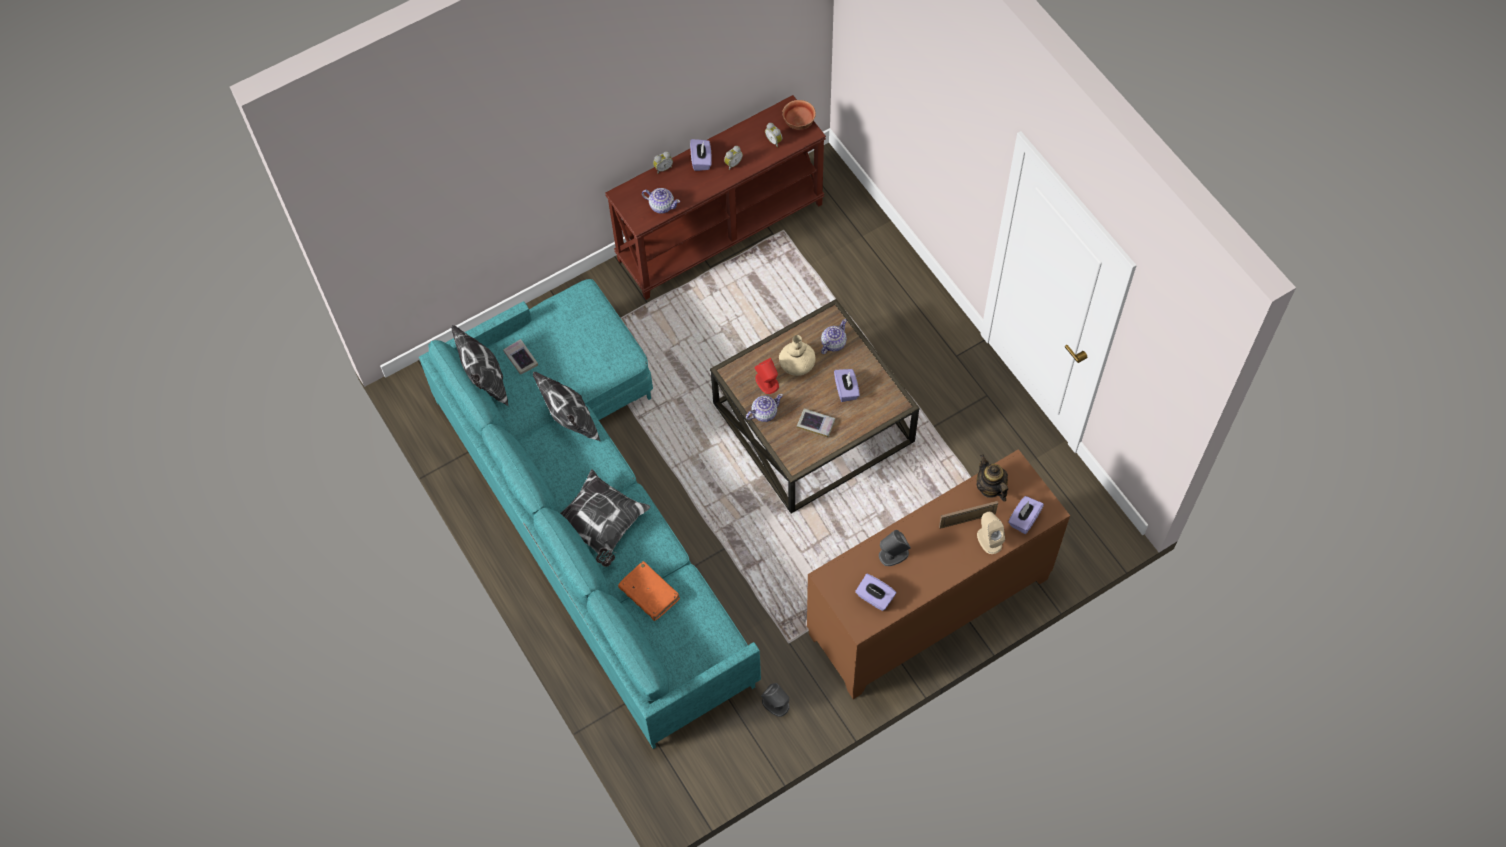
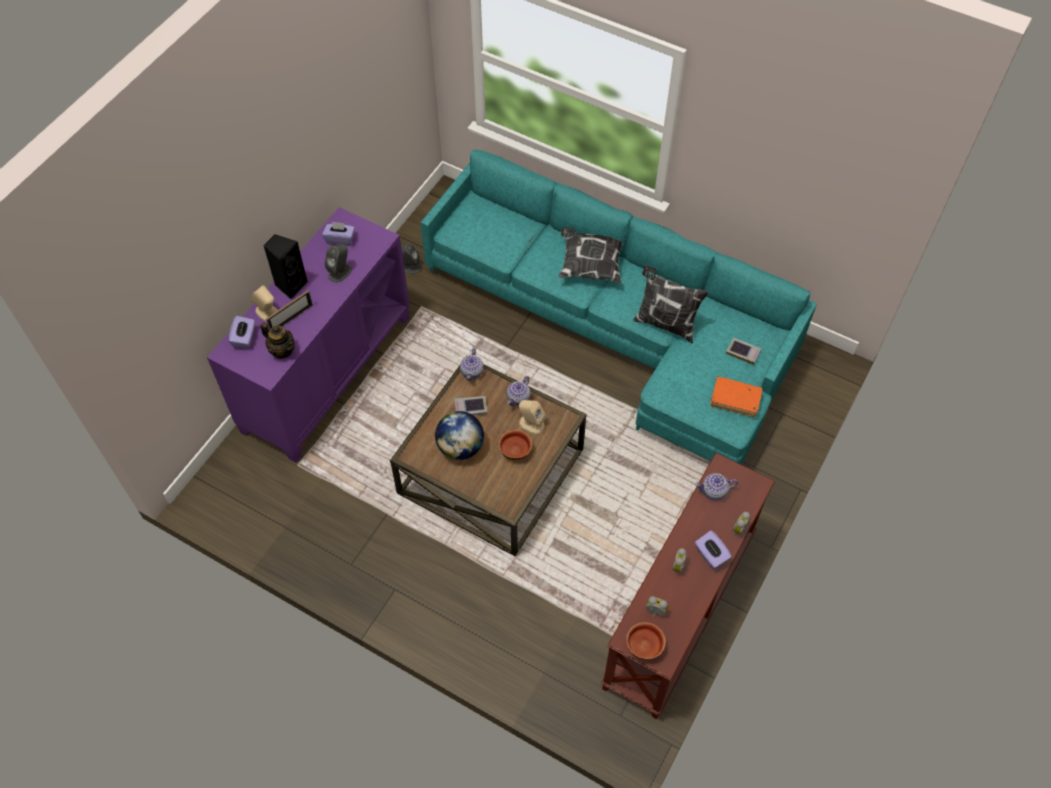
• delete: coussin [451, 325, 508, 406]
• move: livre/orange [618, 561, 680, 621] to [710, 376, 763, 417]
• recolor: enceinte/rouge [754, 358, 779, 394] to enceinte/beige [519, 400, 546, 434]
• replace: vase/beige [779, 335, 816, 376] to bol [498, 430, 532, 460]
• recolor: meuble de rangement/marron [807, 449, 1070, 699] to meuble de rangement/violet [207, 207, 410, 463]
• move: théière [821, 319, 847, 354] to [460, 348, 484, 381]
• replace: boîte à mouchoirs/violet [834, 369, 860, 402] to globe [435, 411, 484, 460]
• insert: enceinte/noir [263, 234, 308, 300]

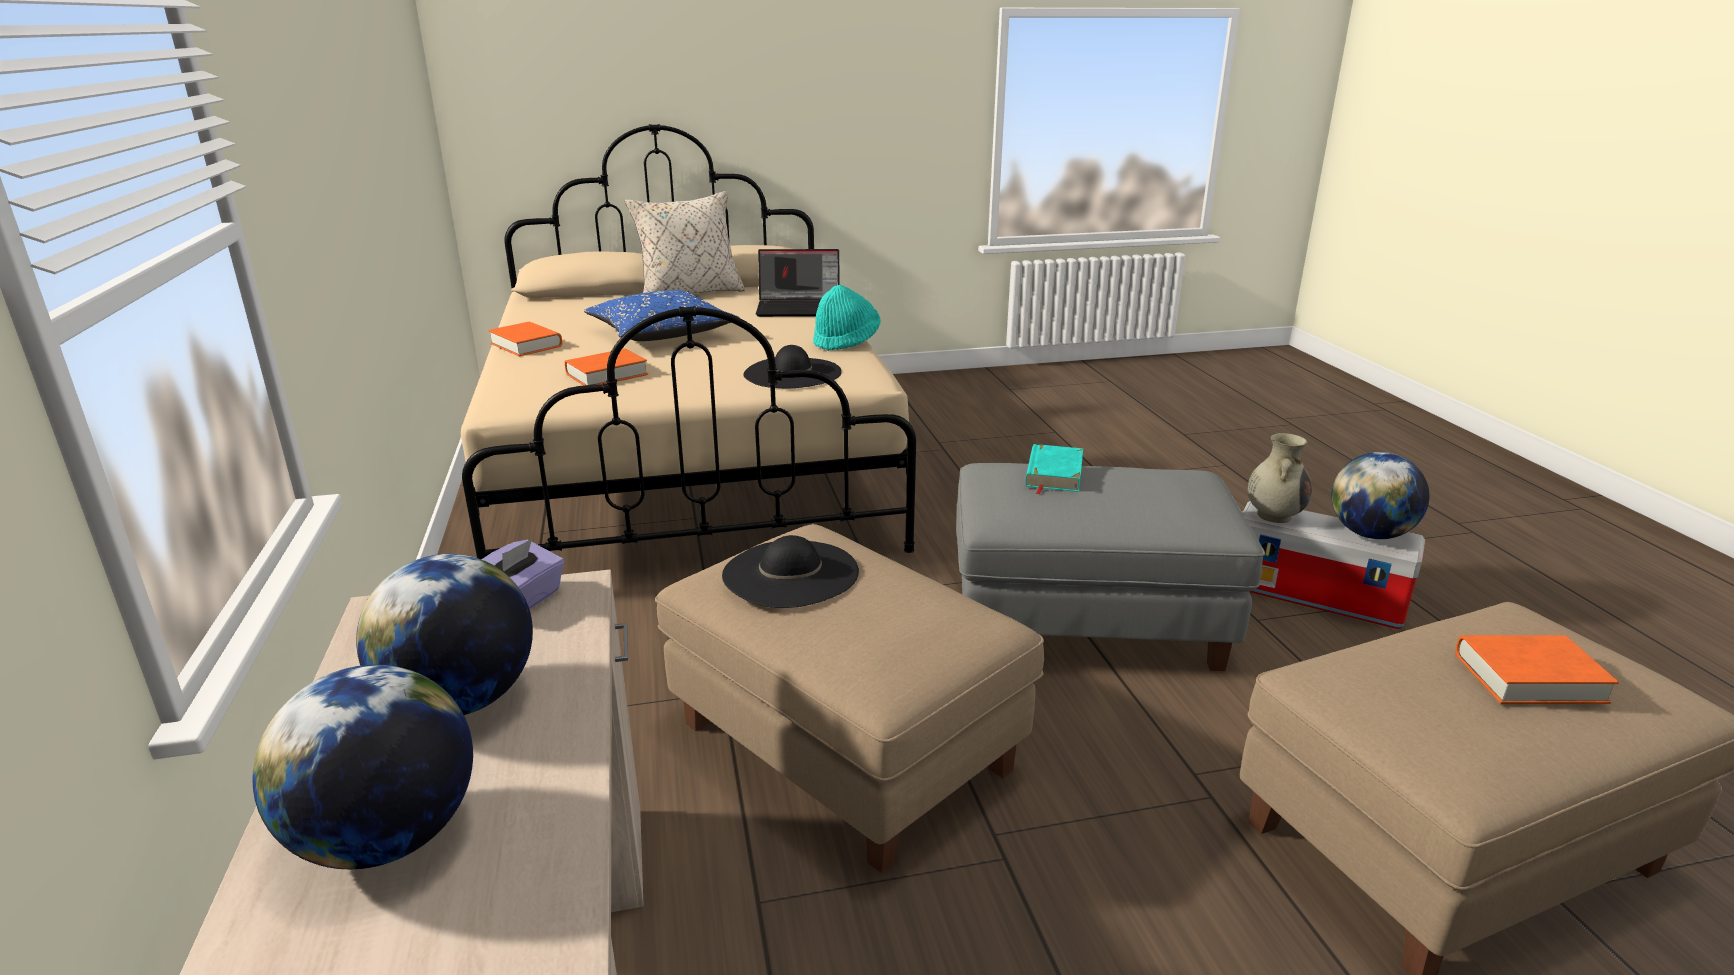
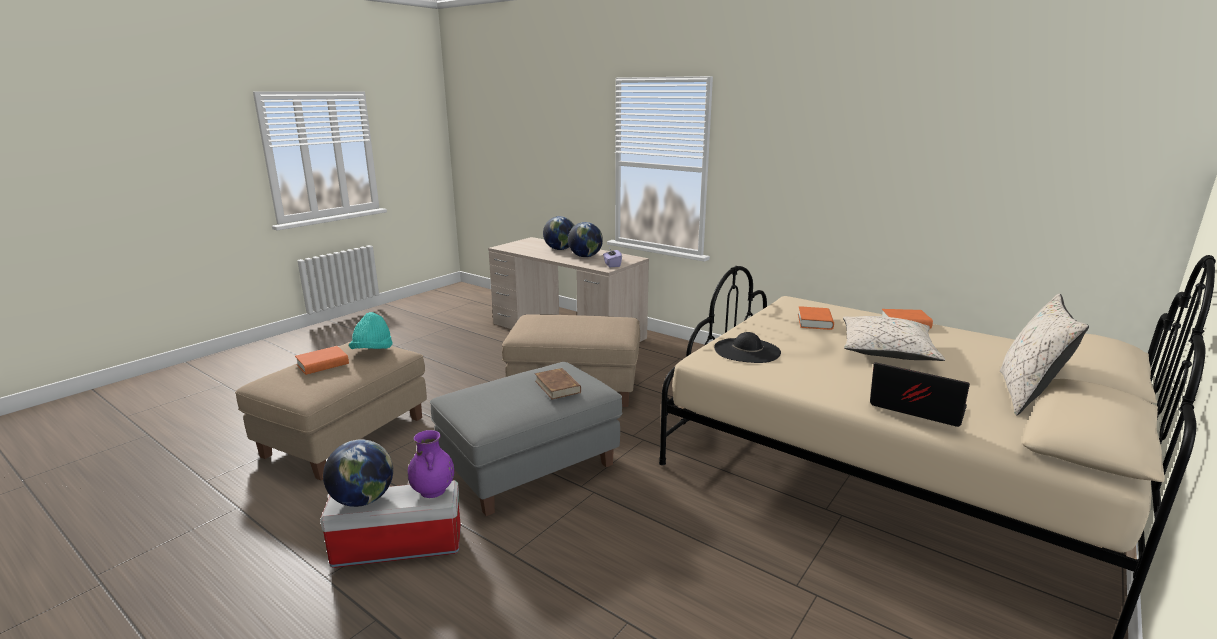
• recolor: coussin/bleu [584, 290, 740, 341] to coussin/beige [843, 316, 945, 361]
• delete: chapeau/noir [722, 535, 859, 608]
• rotate: ordinateur portable [756, 249, 840, 317] = [870, 362, 970, 427] 75 degrees clockwise
• move: chapeau/turquoise [813, 285, 881, 351] to [349, 312, 393, 349]
• recolor: livre/turquoise [1025, 444, 1083, 494] to livre/marron [535, 368, 581, 400]
• recolor: vase/beige [1248, 433, 1312, 523] to vase/violet [407, 430, 454, 498]

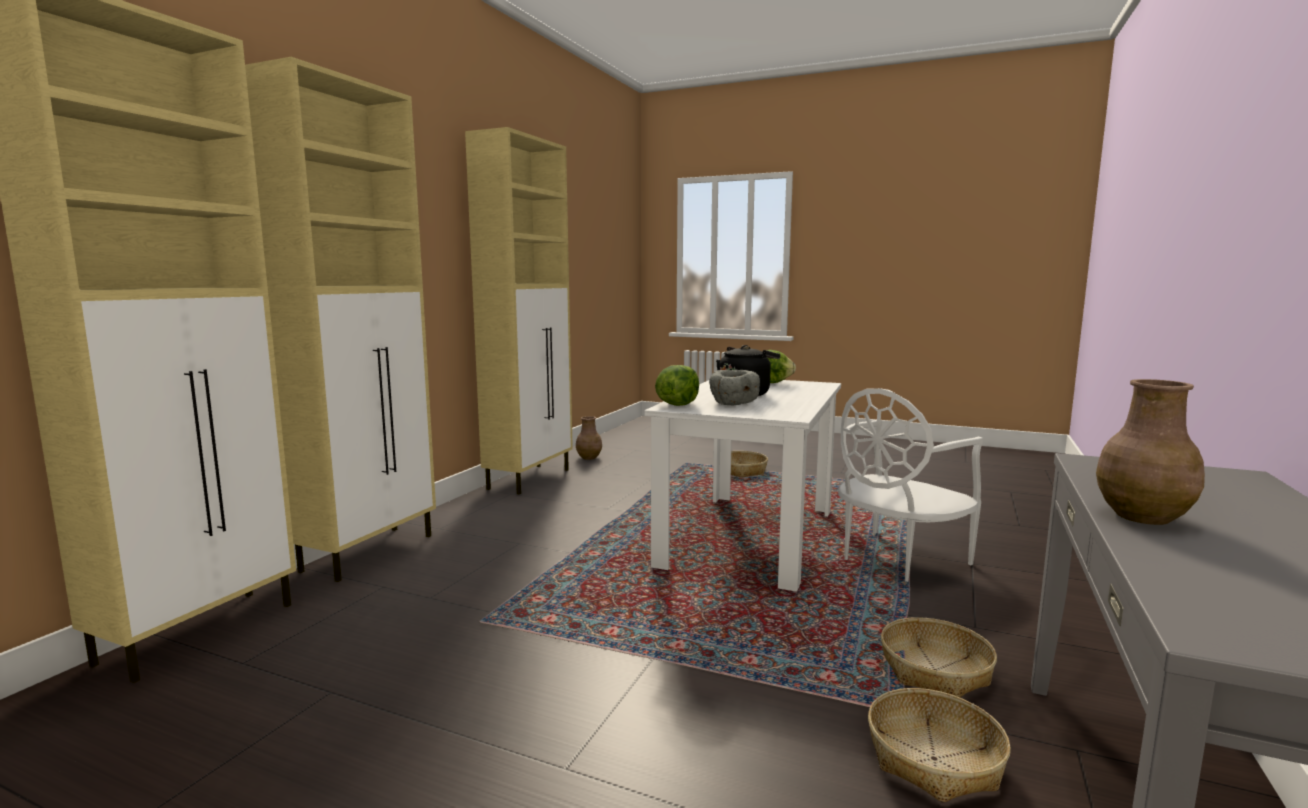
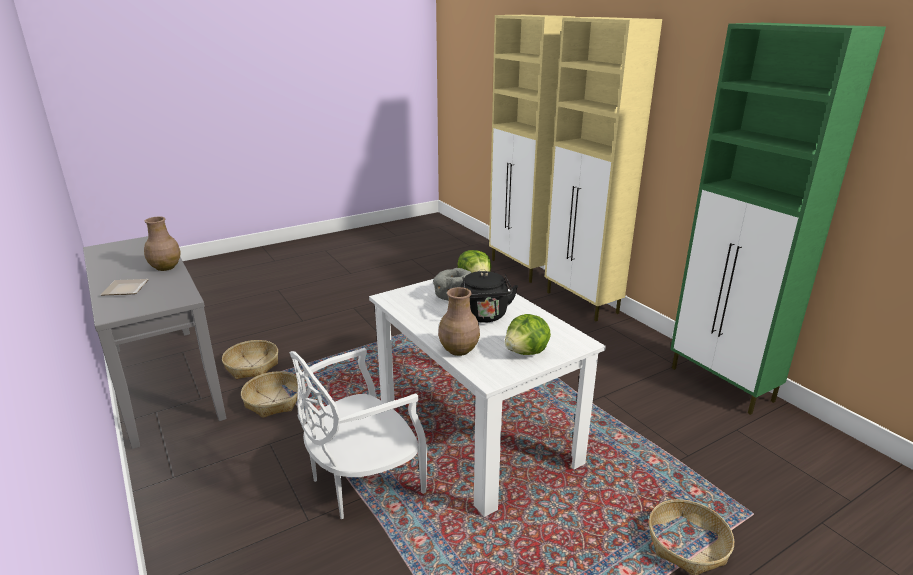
• recolor: meuble de rangement/beige [465, 127, 573, 495] to meuble de rangement/vert [670, 23, 886, 415]
• move: vase/marron [576, 416, 602, 460] to [438, 287, 480, 356]
• rotate: chaise/blanc [838, 388, 983, 582] = [289, 348, 427, 519] 120 degrees counterclockwise
• insert: assiette [100, 279, 149, 295]

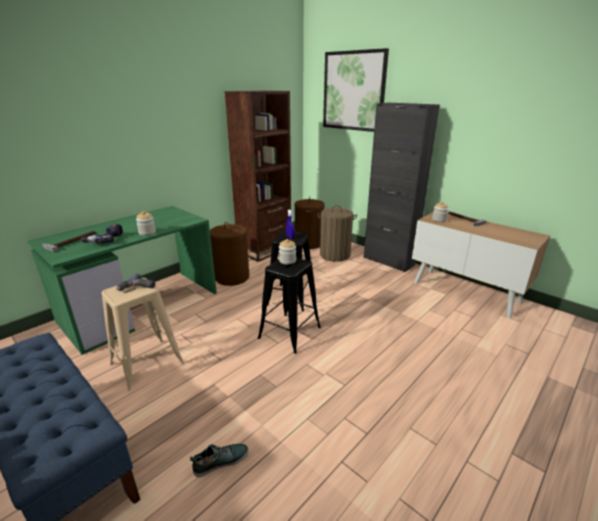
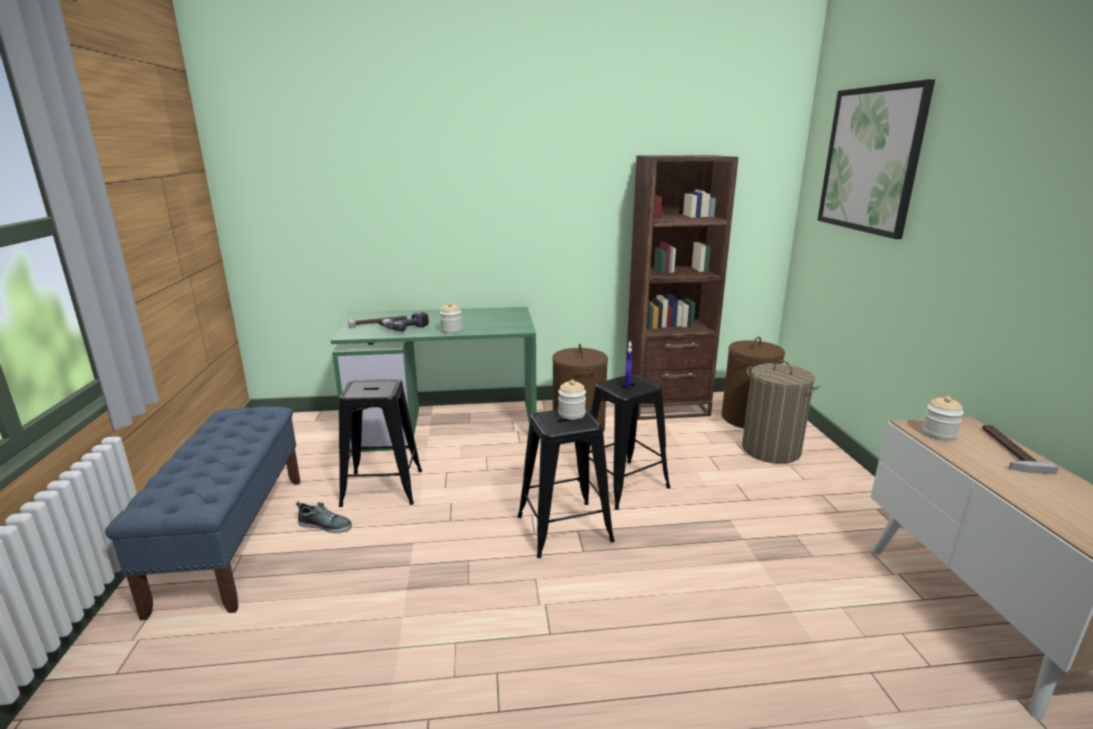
• recolor: tabouret/beige [102, 278, 184, 391] to tabouret/noir [339, 379, 422, 507]
• delete: perceuse [116, 273, 155, 291]
• move: chaussure [190, 444, 248, 477] to [296, 501, 352, 533]
• delete: meuble de rangement/noir [364, 103, 440, 272]

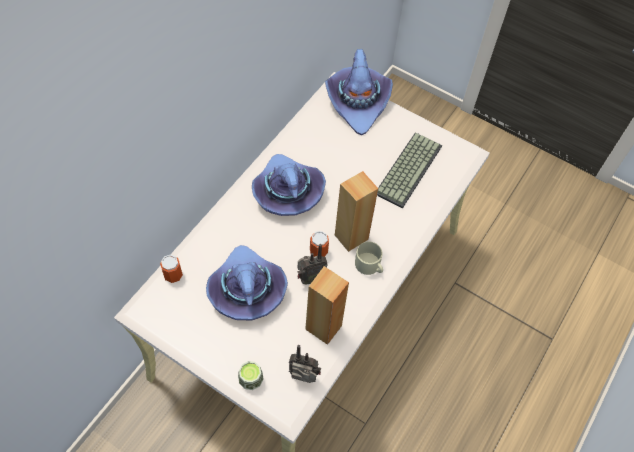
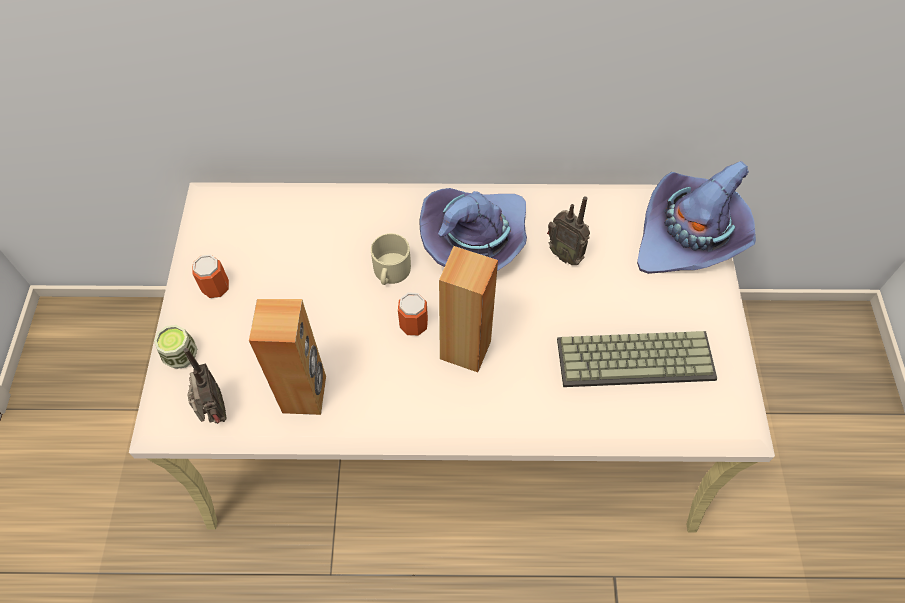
• move: boîte métallique [160, 255, 183, 283] to [192, 255, 229, 298]
• delete: chapeau/violet [206, 245, 288, 321]
• move: radio [297, 244, 328, 285] to [547, 196, 590, 265]
• move: mug/beige [355, 242, 383, 275] to [371, 233, 411, 285]

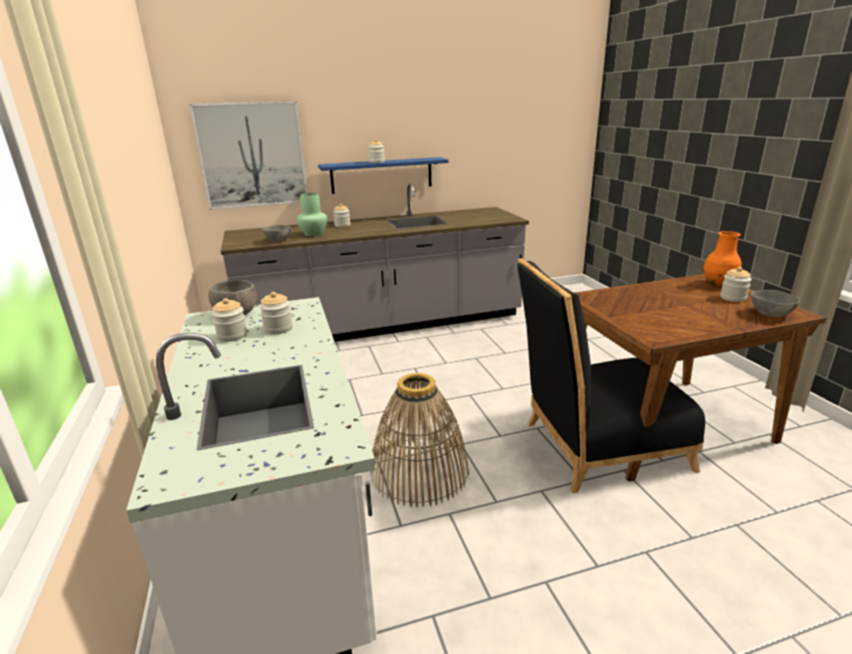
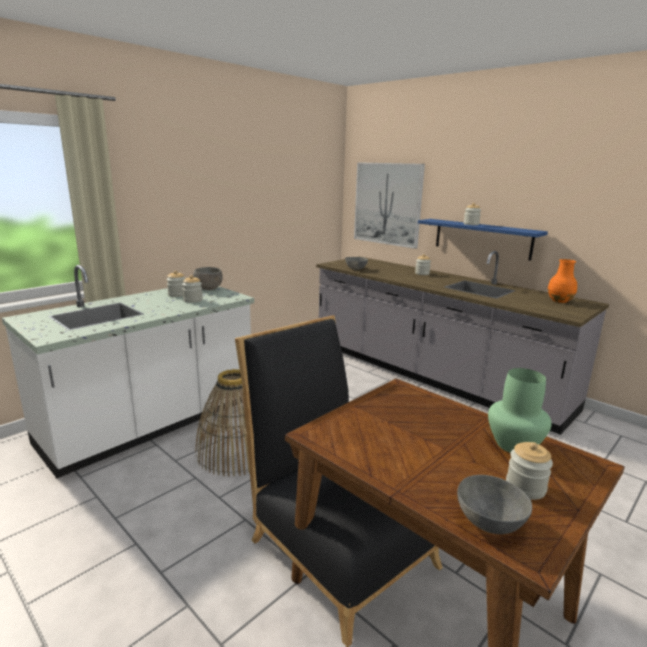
• move: vase/vert [297, 193, 327, 236] to [488, 368, 552, 453]
• move: vase/orange [703, 231, 741, 287] to [548, 259, 577, 303]

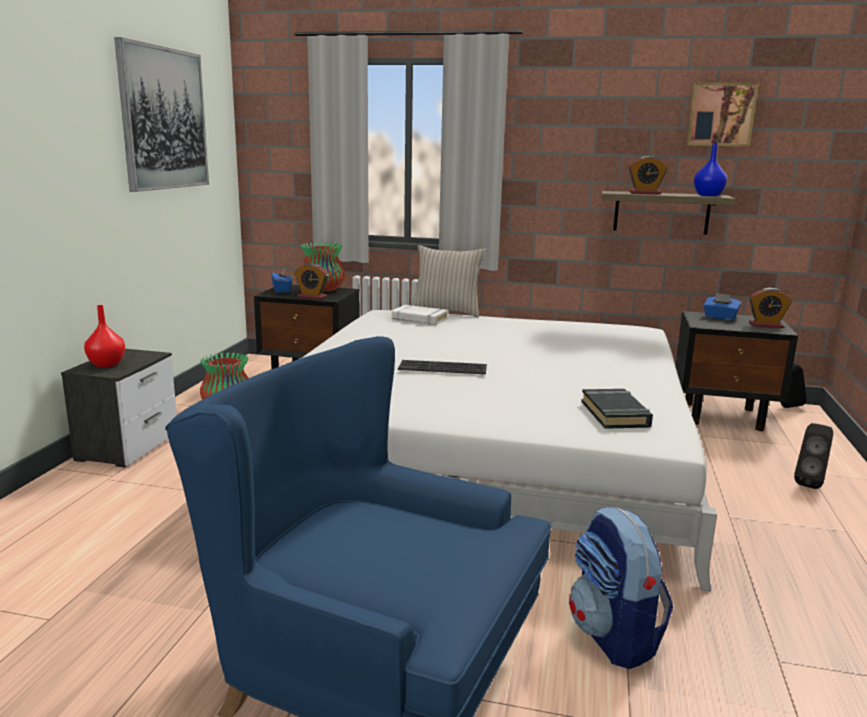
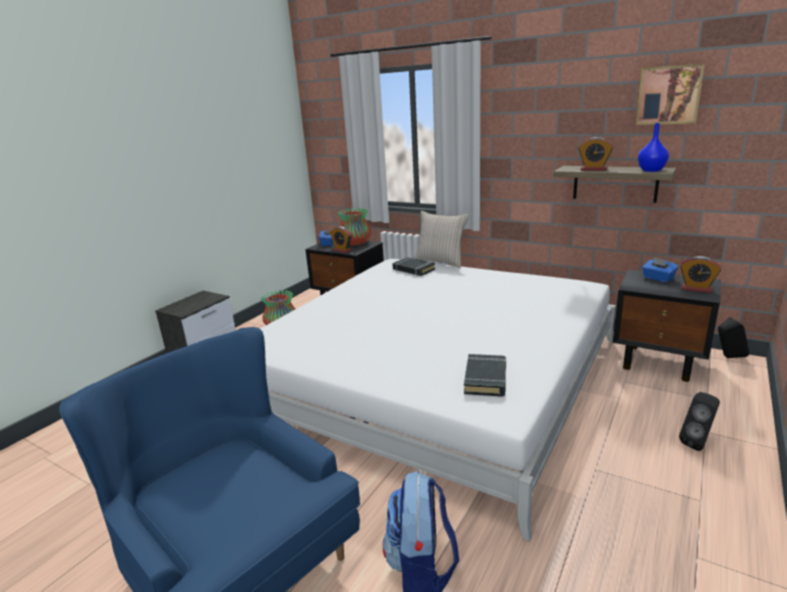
• delete: vase/rouge [84, 305, 125, 367]
• delete: tableau [114, 37, 209, 192]
• recolor: livre/blanc [392, 305, 448, 325] to livre/noir [392, 257, 435, 276]
• delete: clavier [398, 360, 487, 375]

